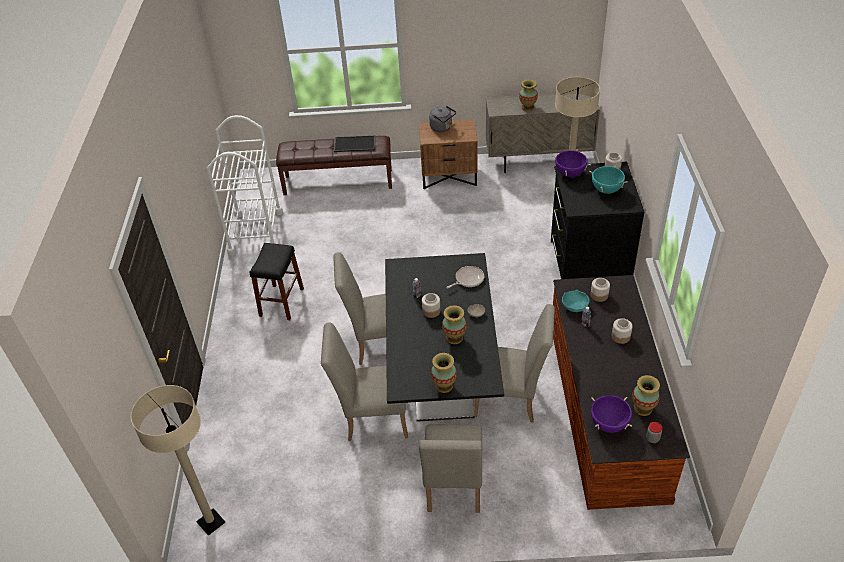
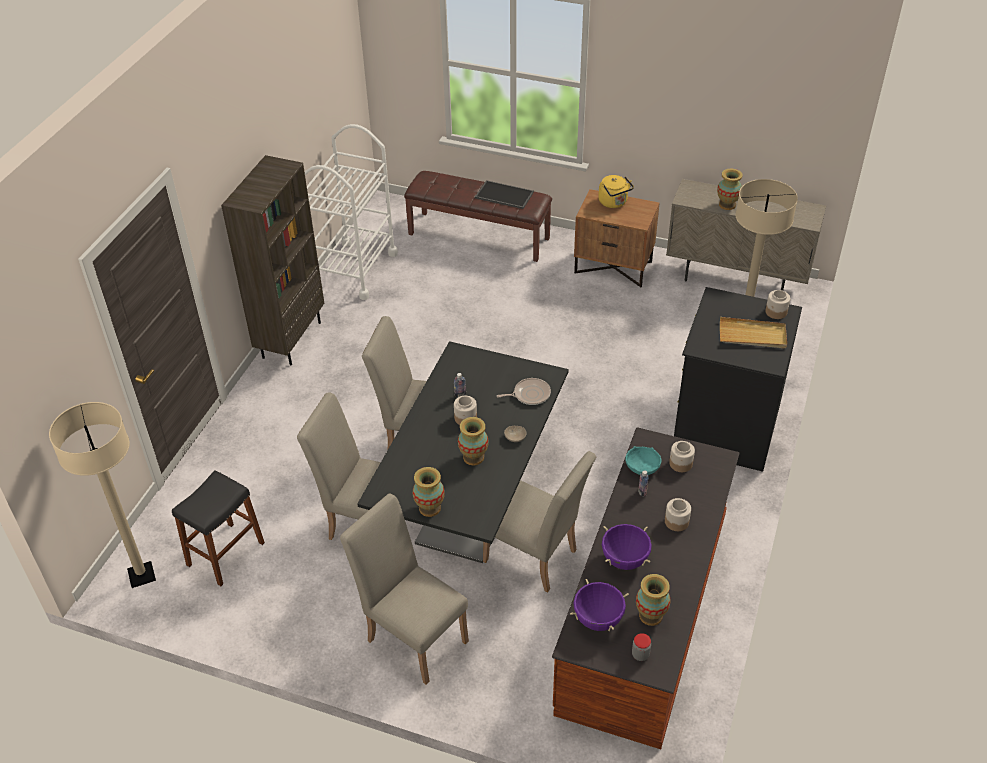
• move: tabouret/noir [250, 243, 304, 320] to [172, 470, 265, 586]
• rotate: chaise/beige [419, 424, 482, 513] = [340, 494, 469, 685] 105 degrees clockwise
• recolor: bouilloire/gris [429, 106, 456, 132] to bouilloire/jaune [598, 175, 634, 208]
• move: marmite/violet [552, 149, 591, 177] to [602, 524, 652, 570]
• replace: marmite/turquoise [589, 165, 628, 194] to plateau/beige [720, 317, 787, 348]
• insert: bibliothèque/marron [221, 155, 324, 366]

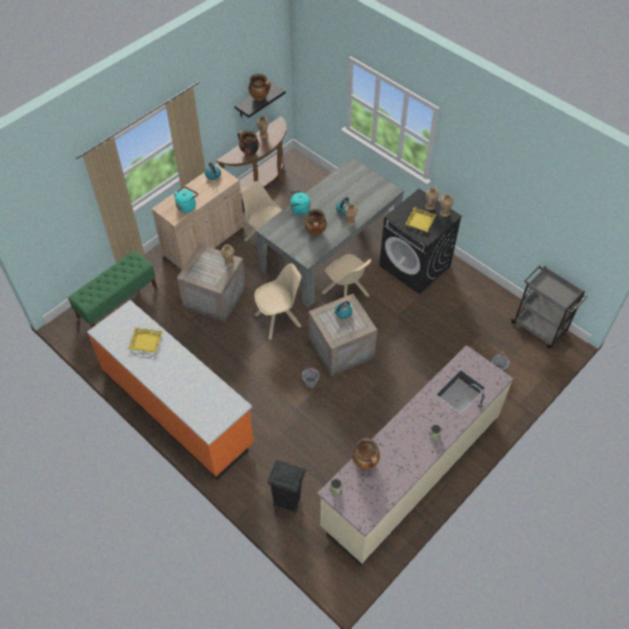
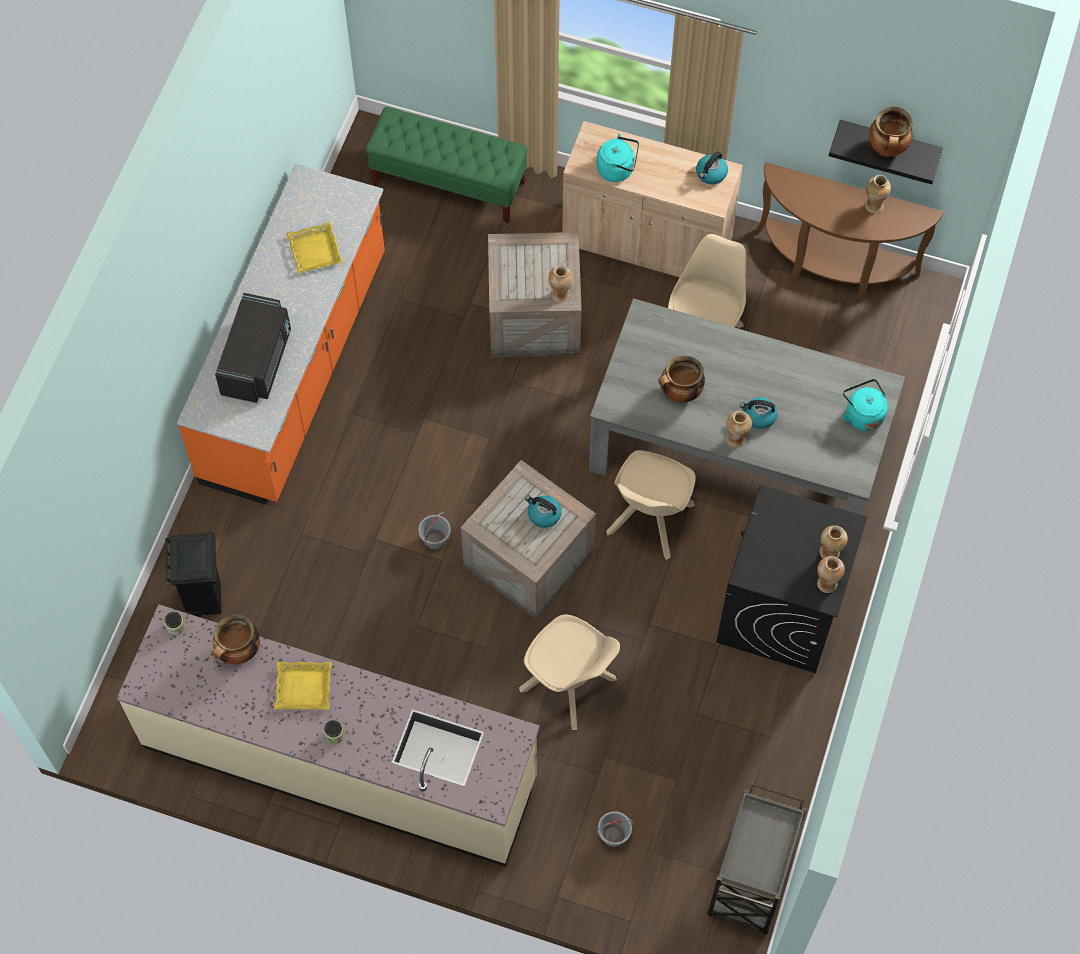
• delete: marmite [238, 131, 259, 156]
• move: chaise/beige [254, 263, 302, 340] to [519, 614, 620, 730]
• move: bouilloire/turquoise [289, 191, 310, 215] to [842, 379, 888, 431]
• move: plateau/jaune [405, 207, 437, 232] to [274, 662, 332, 710]
• insert: micro-ondes/noir [215, 293, 291, 403]

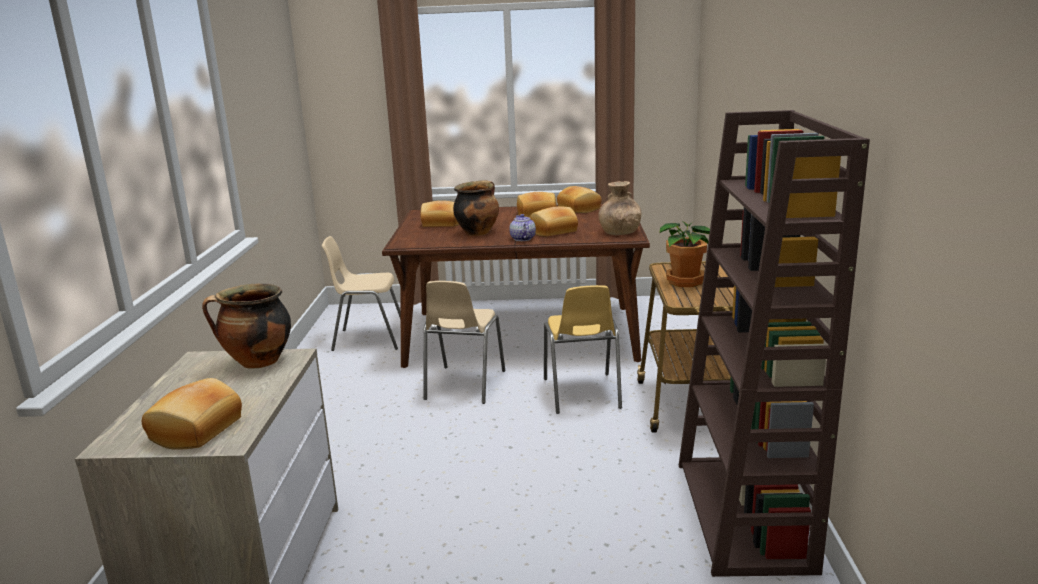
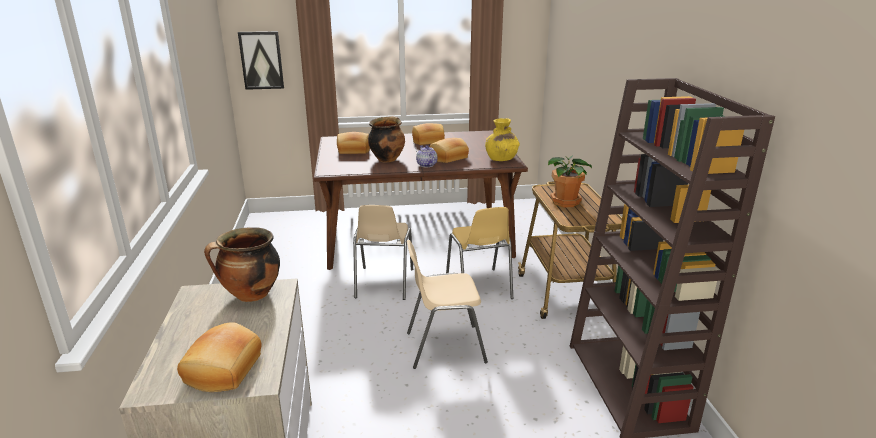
• move: chaise/beige [322, 236, 401, 351] to [407, 240, 488, 369]
• delete: pain [557, 186, 602, 213]
• recolor: vase/marron [598, 181, 642, 235] to vase/jaune [485, 118, 520, 161]
• insert: tableau [238, 31, 284, 90]

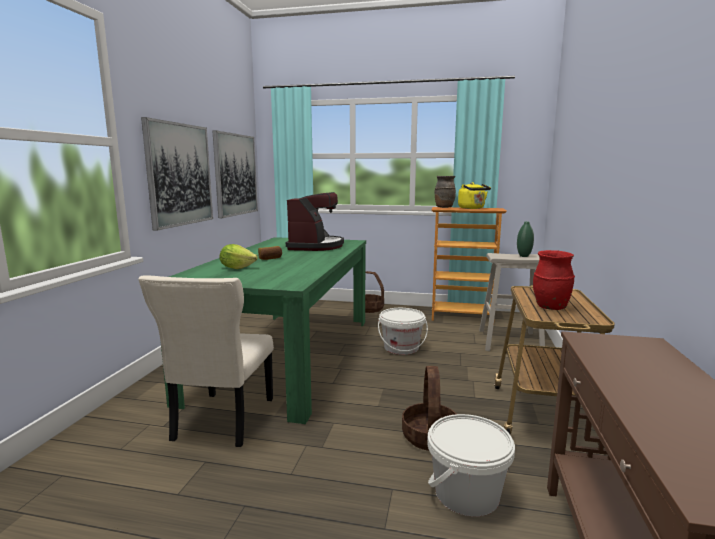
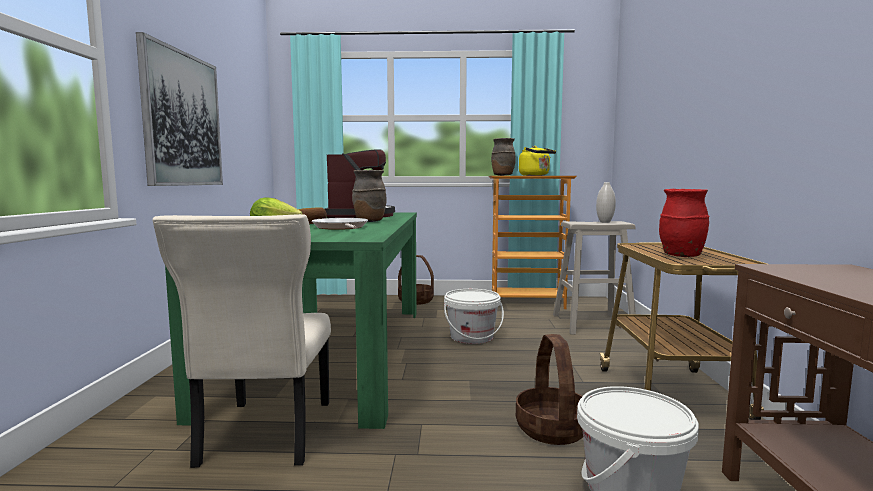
• delete: tableau [212, 130, 258, 218]
• recolor: vase/vert [517, 221, 534, 257] to vase/blanc [596, 182, 616, 223]
• insert: poêle [312, 218, 368, 230]
• insert: vase/marron [352, 170, 386, 222]

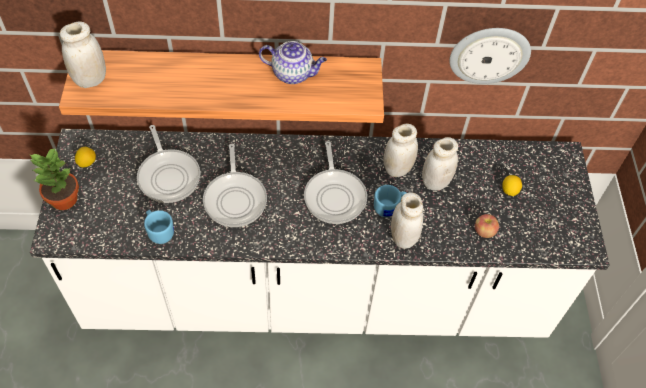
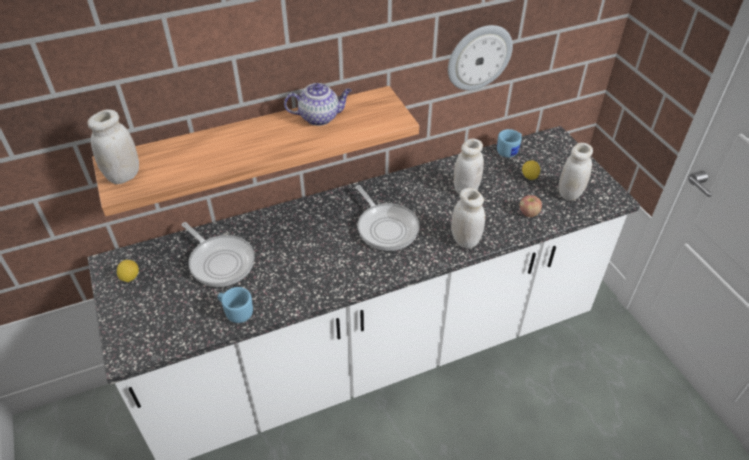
• delete: plante en pot [29, 148, 79, 210]
• delete: poêle [203, 144, 267, 227]
• move: mug/bleu [374, 185, 406, 217] to [497, 129, 522, 158]
• move: bocal/blanc [383, 124, 418, 177] to [559, 143, 593, 201]

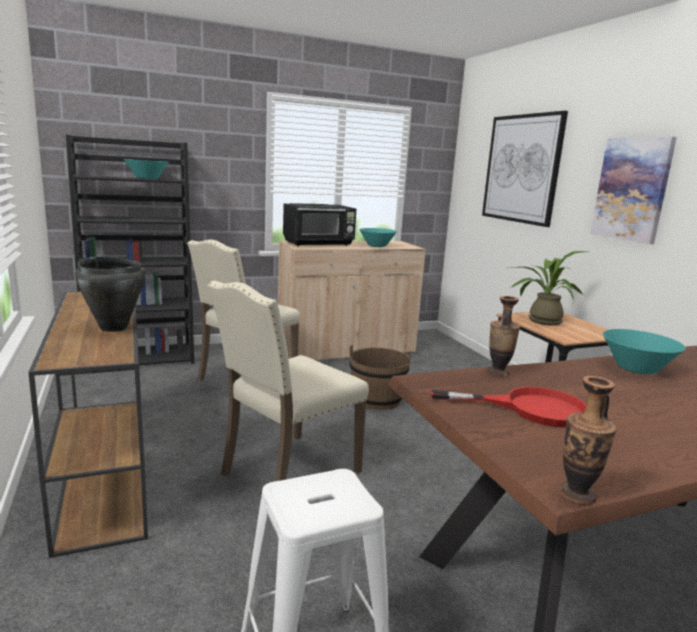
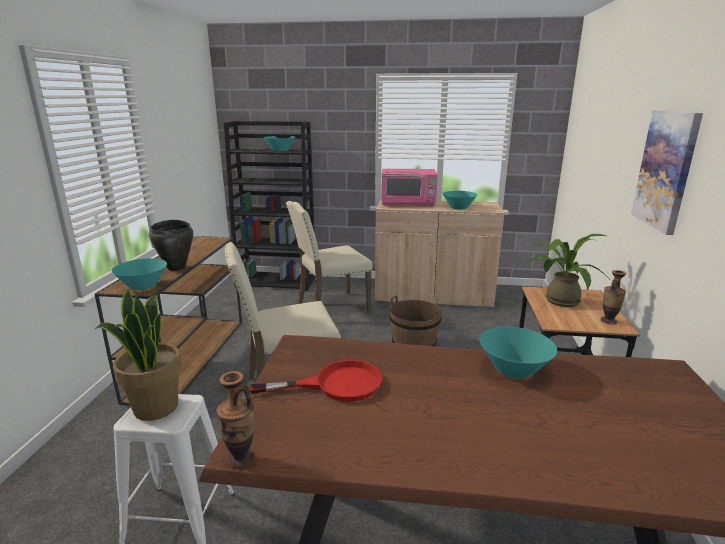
• recolor: micro-ondes/noir [283, 203, 356, 246] to micro-ondes/rose [381, 169, 438, 206]
• rotate: poêle/rouge [430, 387, 587, 427] = [249, 360, 382, 402] 45 degrees counterclockwise
• delete: tableau [482, 111, 568, 227]
• move: vase [487, 296, 520, 376] to [600, 270, 626, 325]
• insert: plante en pot [95, 289, 182, 421]
• insert: bol/turquoise [111, 258, 167, 290]

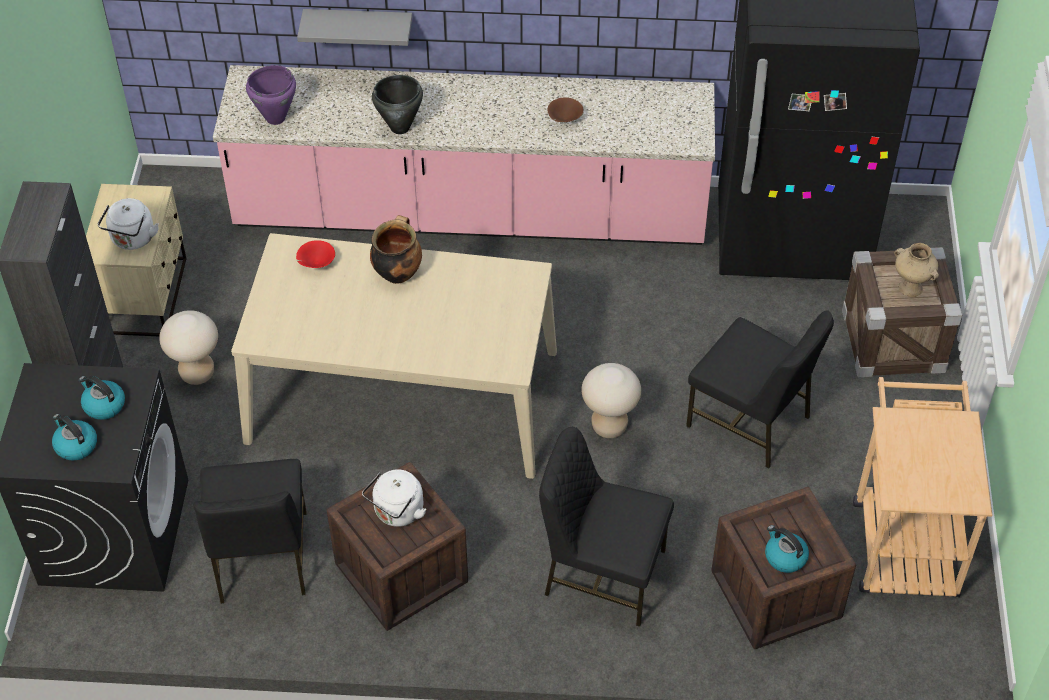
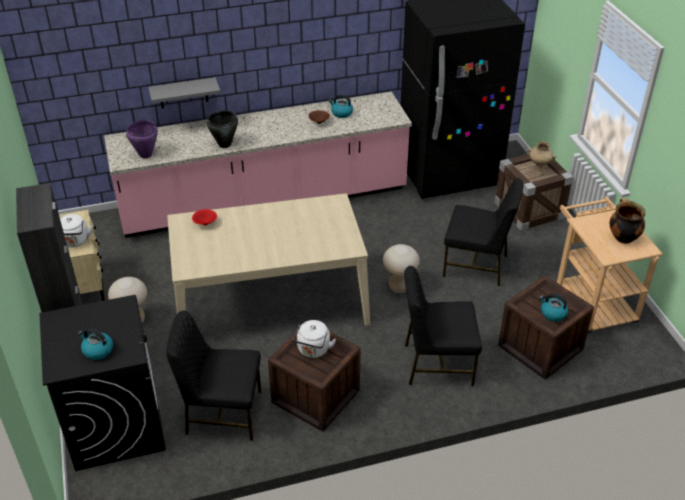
• move: bouilloire [79, 376, 125, 420] to [329, 95, 353, 118]
• rotate: chaise/noir [193, 459, 307, 604] = [166, 310, 261, 441] 120 degrees clockwise
• move: marmite [370, 215, 422, 284] to [610, 198, 645, 244]

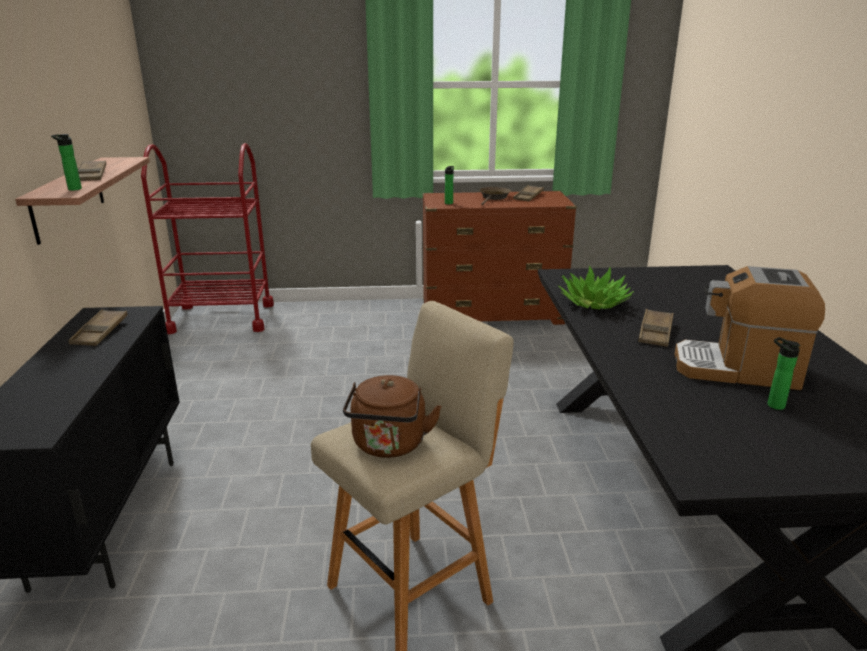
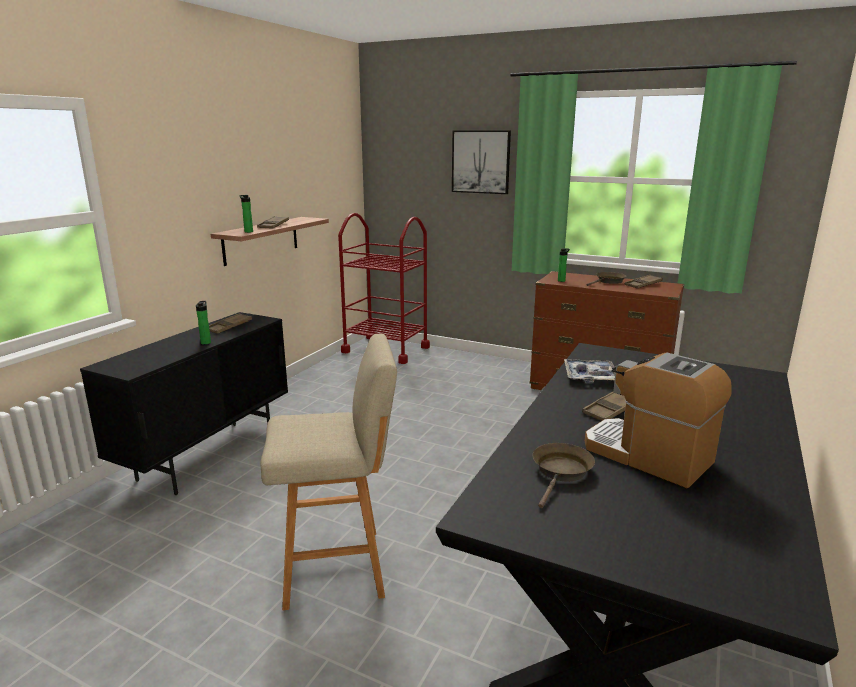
• delete: bouilloire/marron [343, 375, 442, 458]
• replace: plante en pot [558, 266, 634, 309] to plateau [564, 359, 615, 383]
• move: bouteille [767, 337, 801, 410] to [196, 301, 211, 345]
• insert: tableau [452, 130, 511, 194]
• insert: poêle/marron [533, 443, 595, 508]

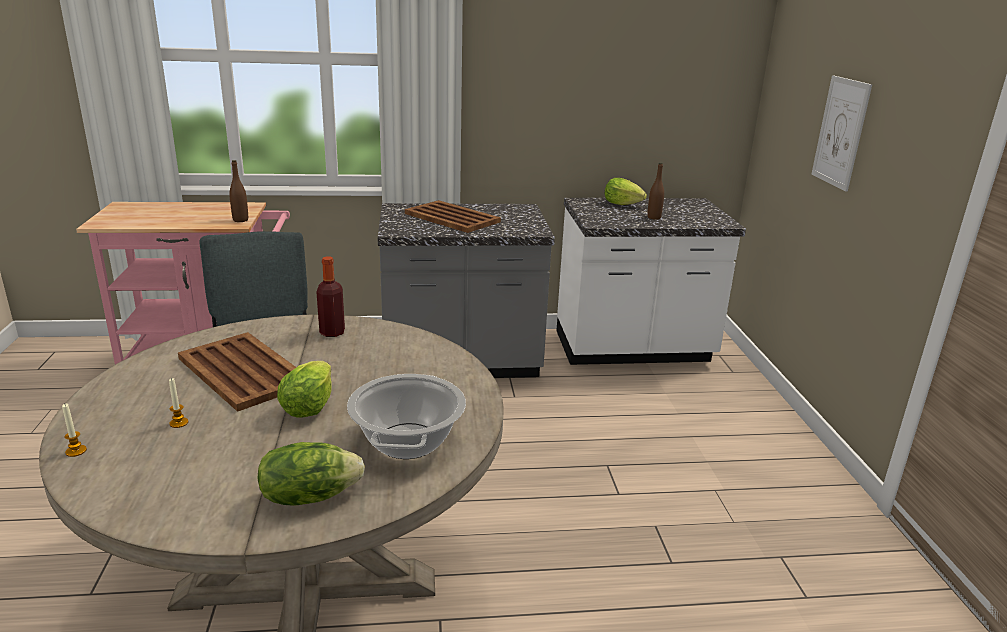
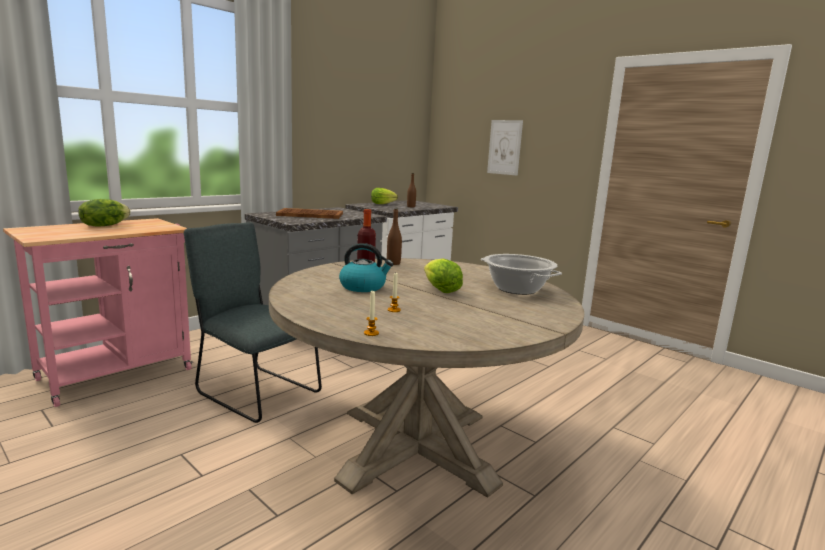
• replace: plateau/marron [178, 332, 296, 412] to bouilloire [339, 243, 393, 292]
• move: bouteille/marron [229, 160, 248, 222] to [387, 208, 402, 265]
• move: laitue [257, 442, 365, 506] to [78, 199, 131, 227]

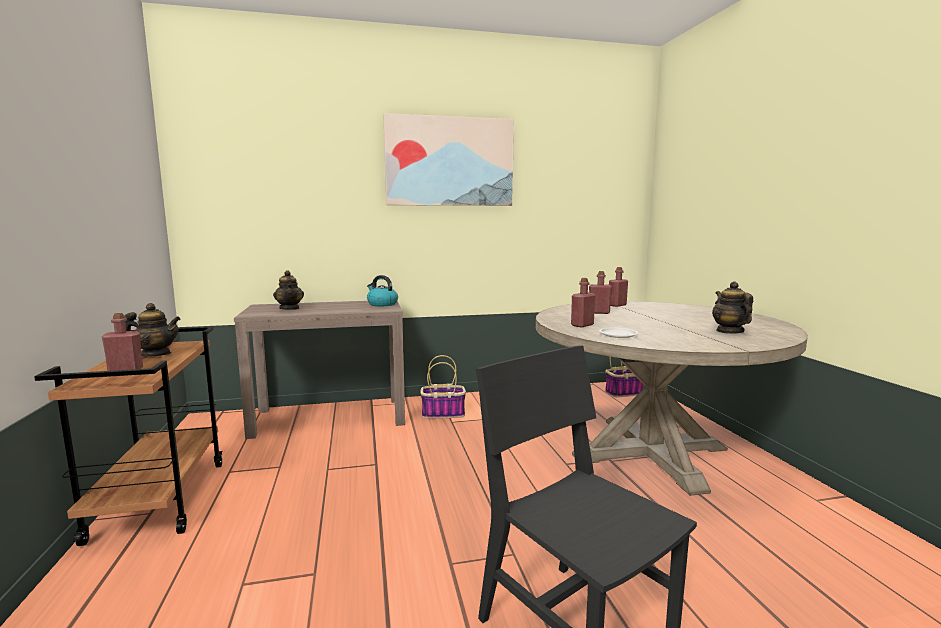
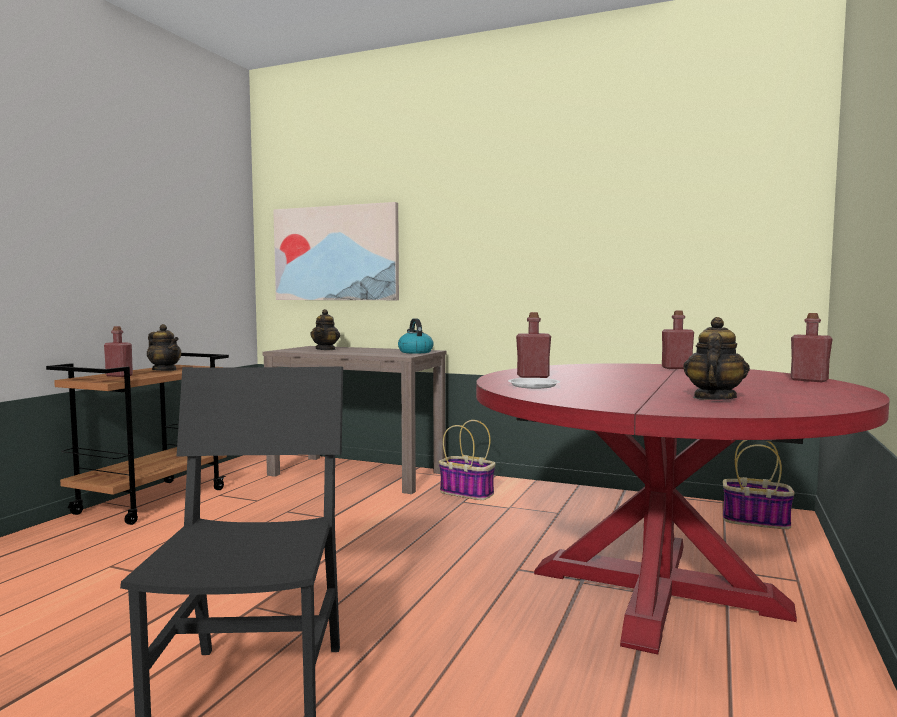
• move: tableau [383, 113, 514, 206] to [273, 202, 399, 300]
• recolor: table à manger/beige [536, 301, 808, 496] to table à manger/rouge [476, 363, 890, 655]
• move: bouteille/rouge [589, 271, 612, 314] to [790, 313, 833, 382]

